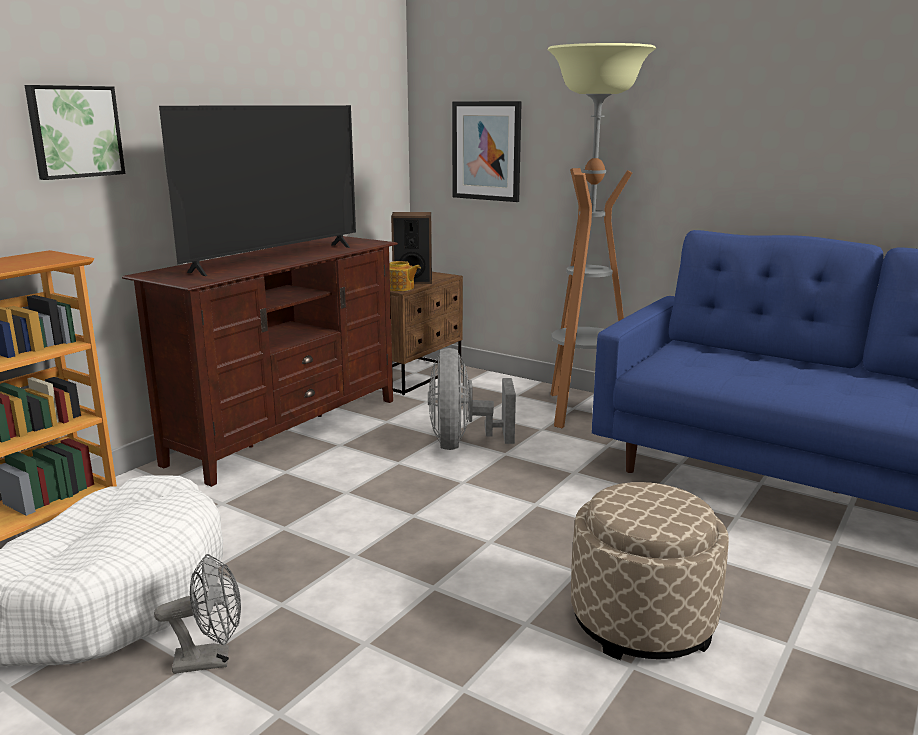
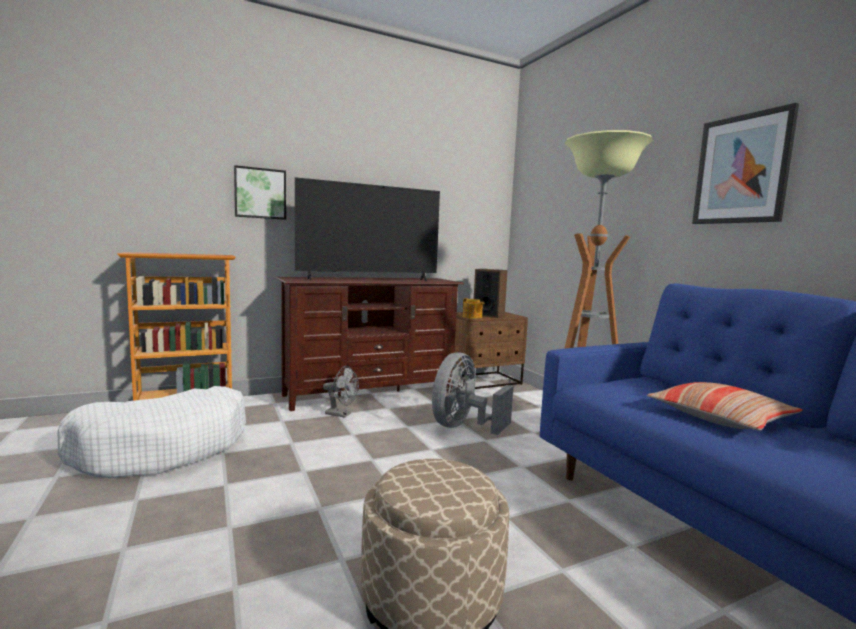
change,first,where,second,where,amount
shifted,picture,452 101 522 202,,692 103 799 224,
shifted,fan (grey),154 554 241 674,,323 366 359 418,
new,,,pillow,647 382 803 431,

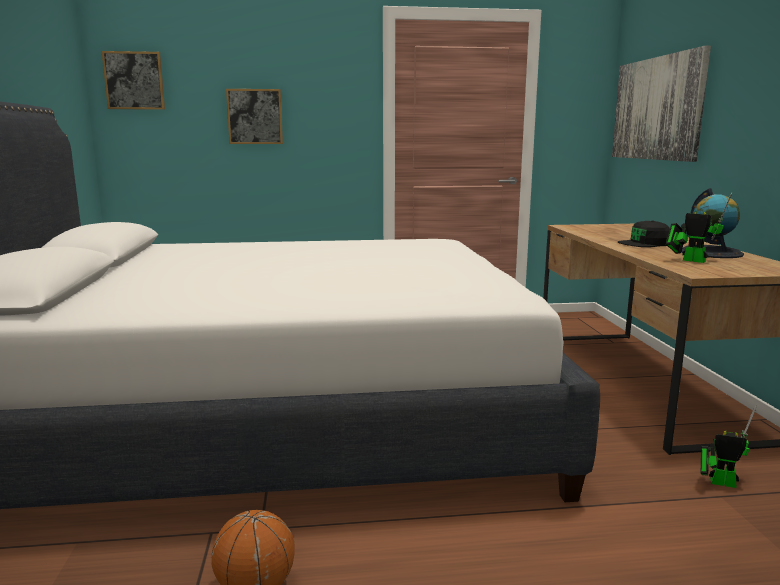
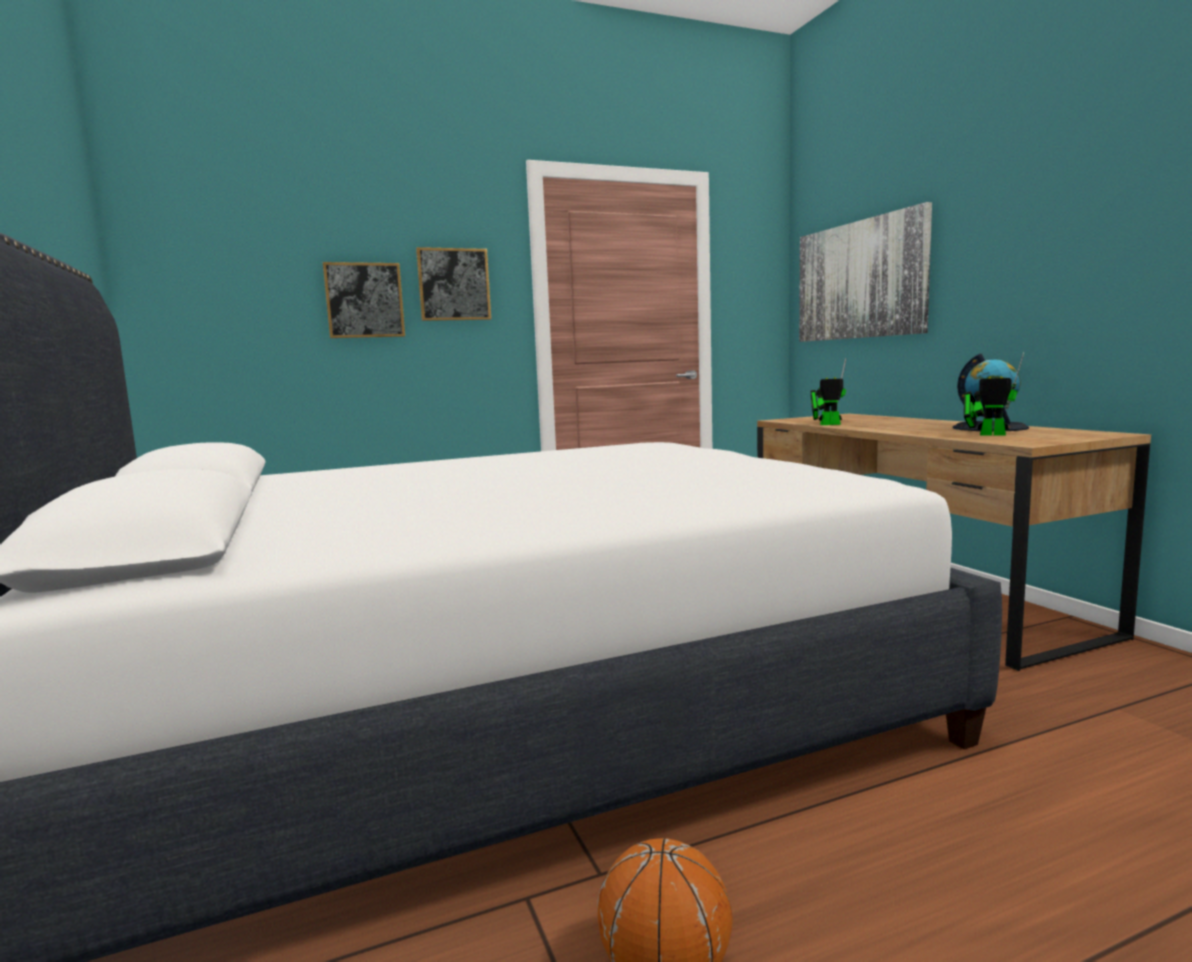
change,first,where,second,where,amount
shifted,picture,101 51 165 110,,416 247 491 321,
gone,cap (black),618 220 670 247,,,
shifted,toy robot,701 405 757 488,,811 359 846 425,

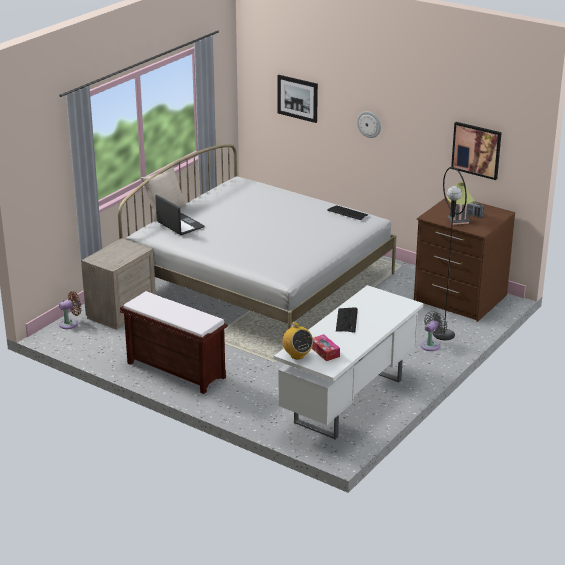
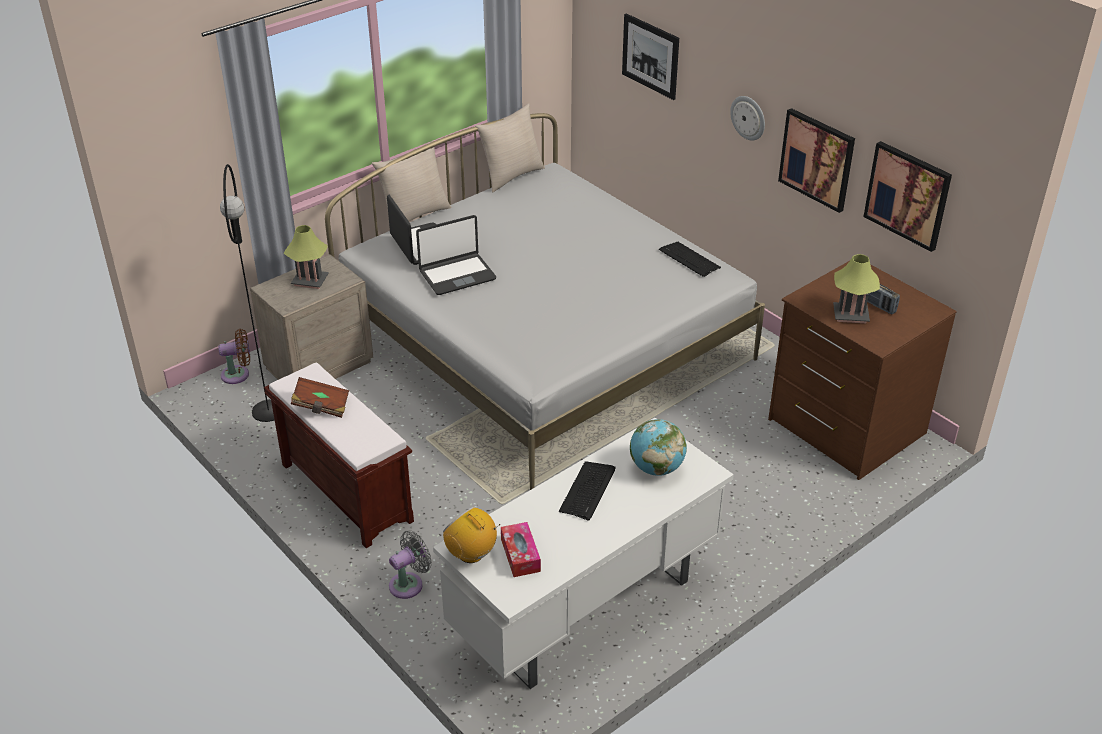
change,first,where,second,where,amount
shifted,floor lamp (black),434 167 467 340,,220 164 275 422,
shifted,fan (grey),420 311 448 351,,389 530 432 599,
rotated,radio,282 322 313 359,,443 507 500 563,150 degrees clockwise
new,,,pillow (beige),475 103 545 192,
new,,,picture,778 108 855 213,
new,,,laptop,416 215 496 295,
new,,,table lamp,284 225 329 289,
new,,,book (brown),291 377 349 418,
new,,,globe,630 419 687 476,

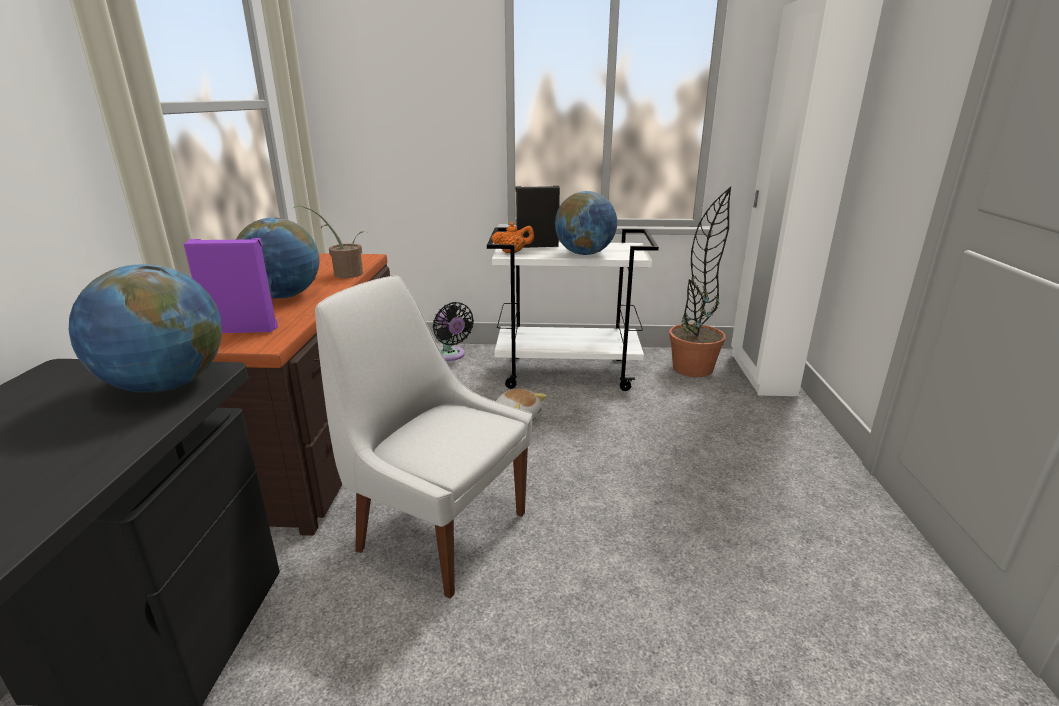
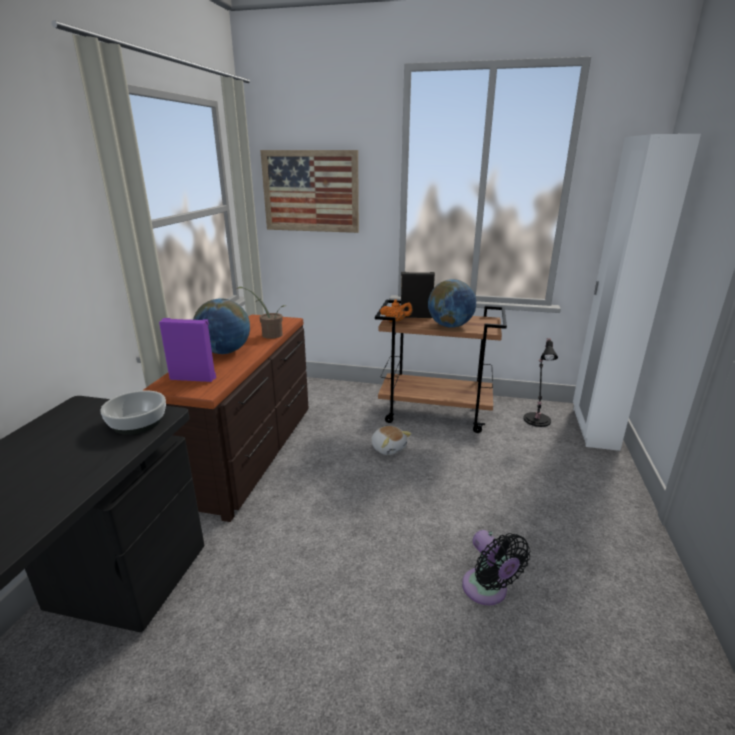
change,first,where,second,where,amount
swapped,potted plant,669 187 731 377,table lamp (black),523 338 558 427,
repainted,cart (white),487 227 659 391,cart (brown),375 300 507 433,
swapped,globe,69 264 222 393,bowl,100 390 166 435,
gone,chair (white),315 276 532 599,,,
shifted,fan (black),433 302 474 361,,462 530 530 605,
new,,,picture,260 150 359 233,

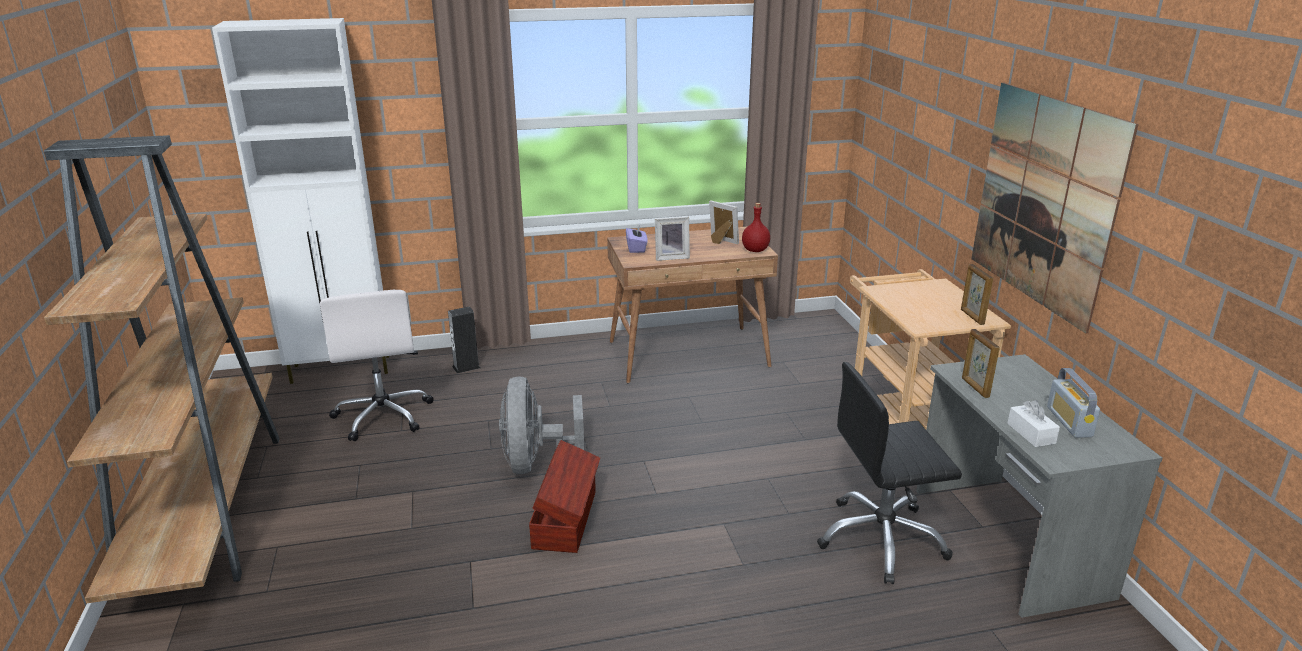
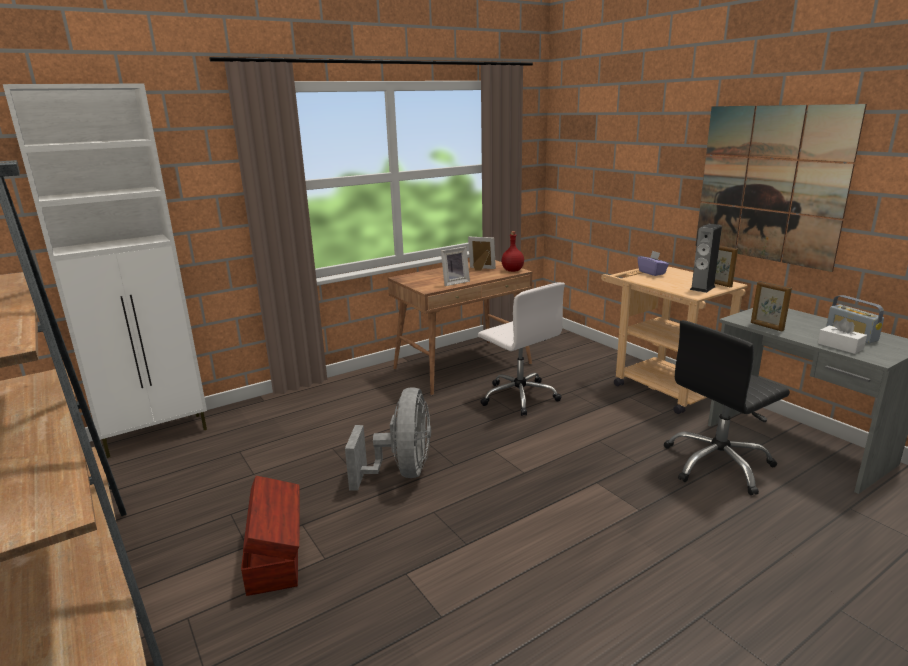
change,first,where,second,where,amount
shifted,tissue box (purple),626 224 648 253,,637 251 669 276,
shifted,office chair (white),320 290 434 441,,478 282 565 416,
shifted,speaker,448 306 481 374,,690 224 722 293,
rotated,fan (grey),499 376 584 474,,345 387 431 491,150 degrees counterclockwise
shifted,storage box (brown),529 440 600 553,,241 476 299 596,

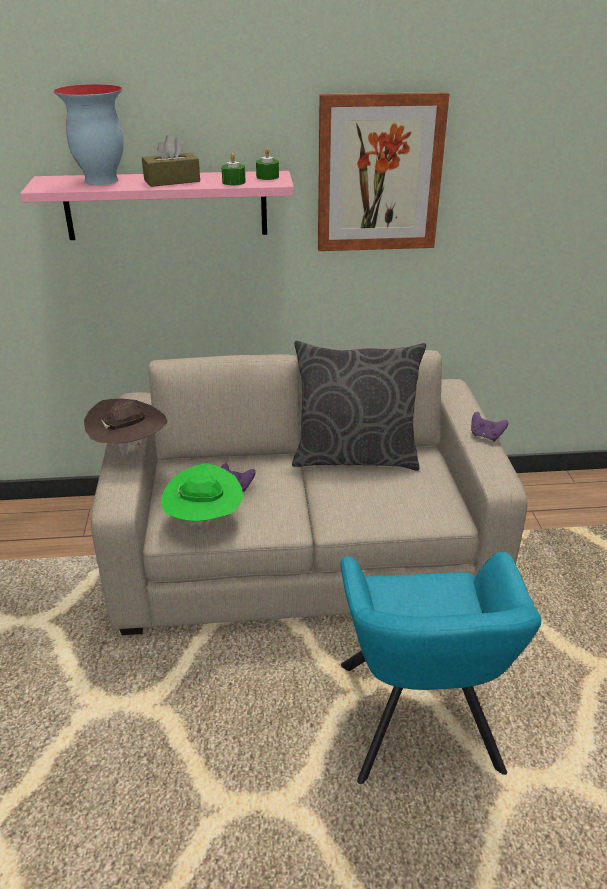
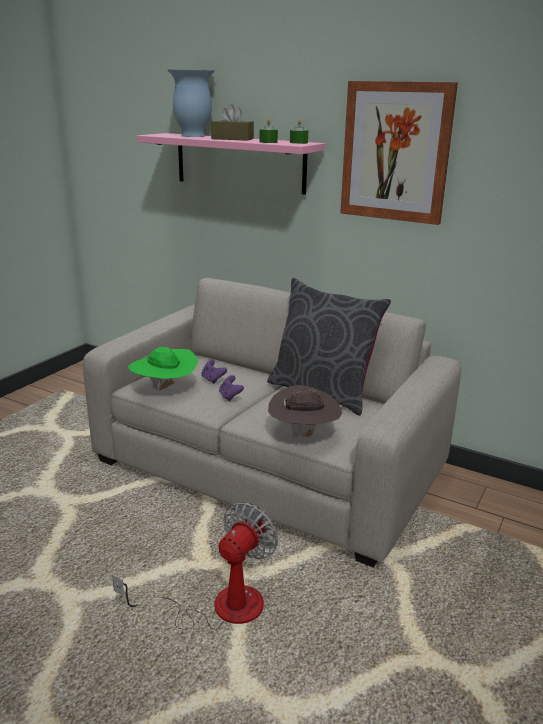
change,first,where,second,where,amount
shifted,hat (brown),84 399 167 457,,268 385 342 438,
shifted,game controller (purple),471 412 508 441,,219 375 244 401,
swapped,armchair (turquoise),341 552 541 784,fan,112 502 278 630,

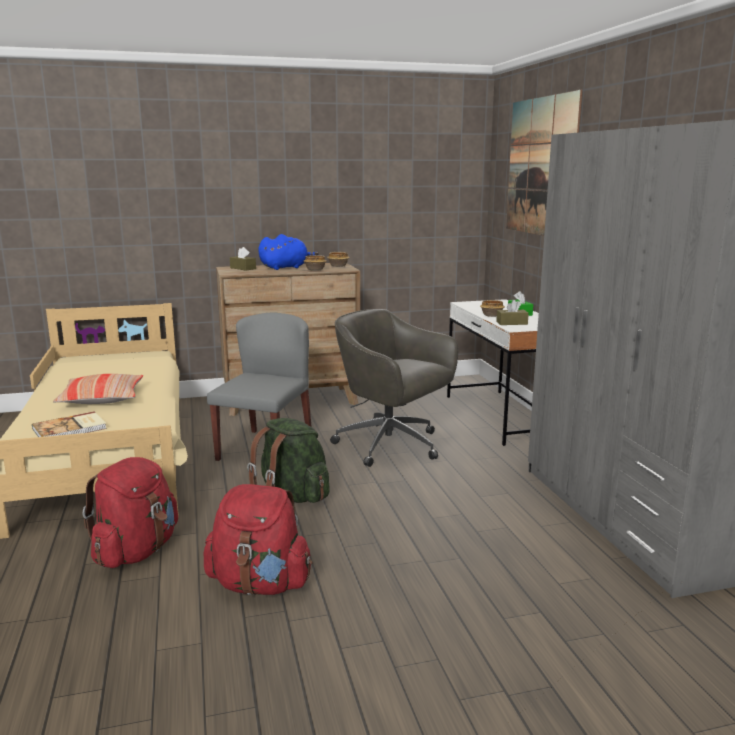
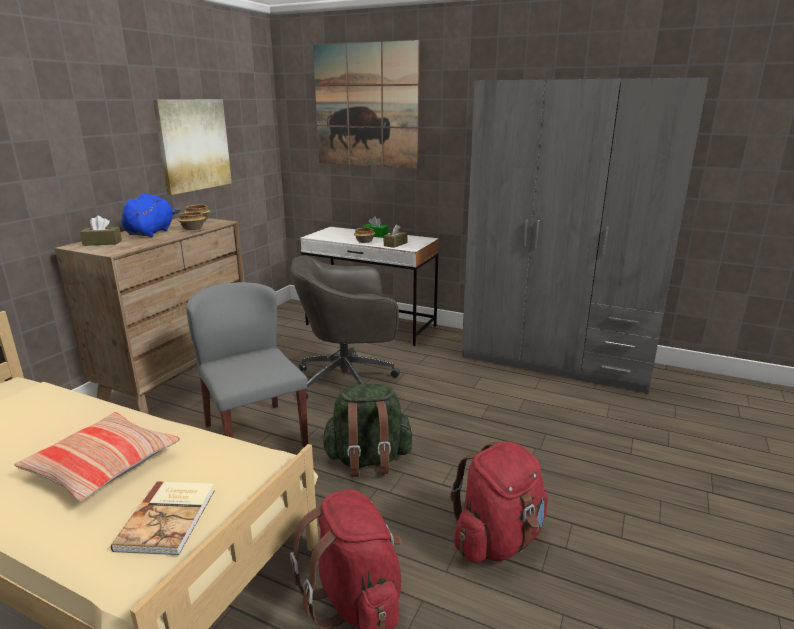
change,first,where,second,where,amount
new,,,picture,153 99 232 195,

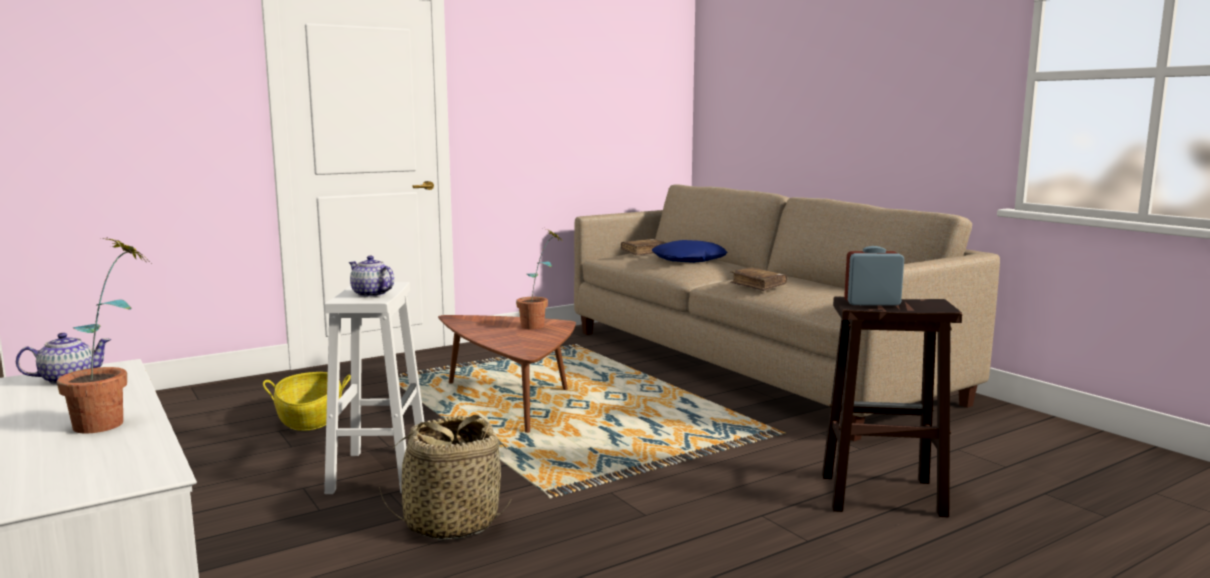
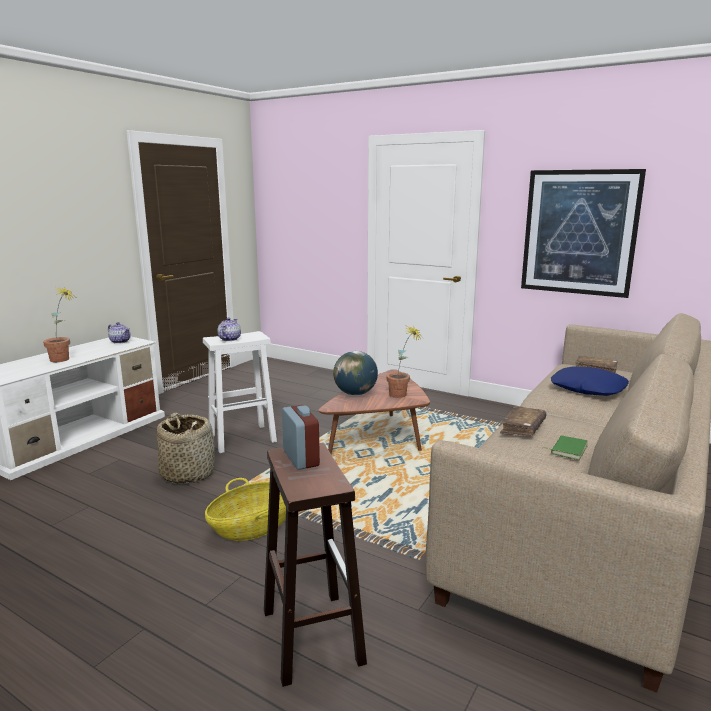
change,first,where,second,where,amount
shifted,basket,263 372 351 431,,205 478 286 541,
new,,,picture,521 169 646 298,
new,,,globe,333 351 378 395,
new,,,book (green),548 435 588 460,

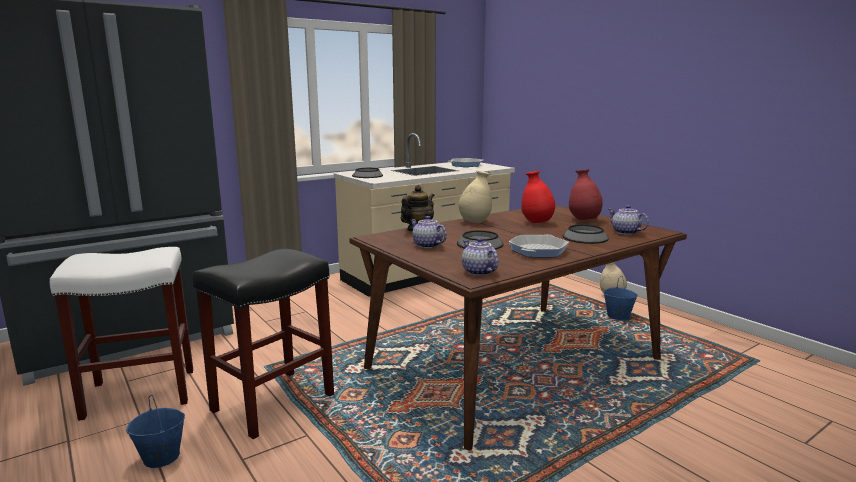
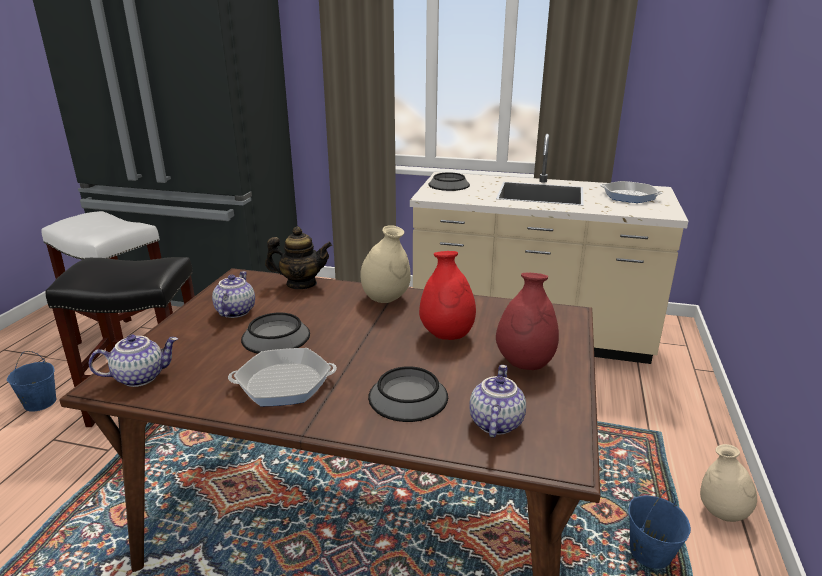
change,first,where,second,where,amount
rotated,teapot,462 238 498 276,,89 334 178 387,45 degrees clockwise

